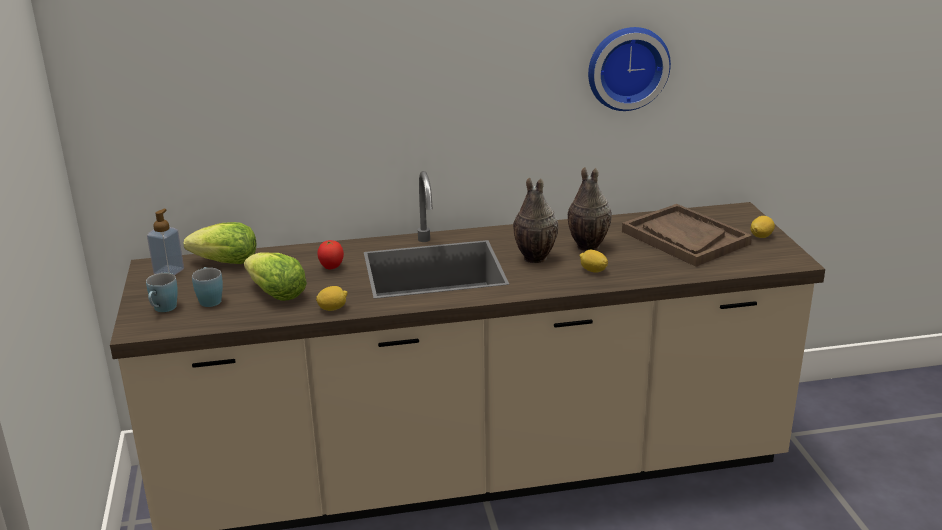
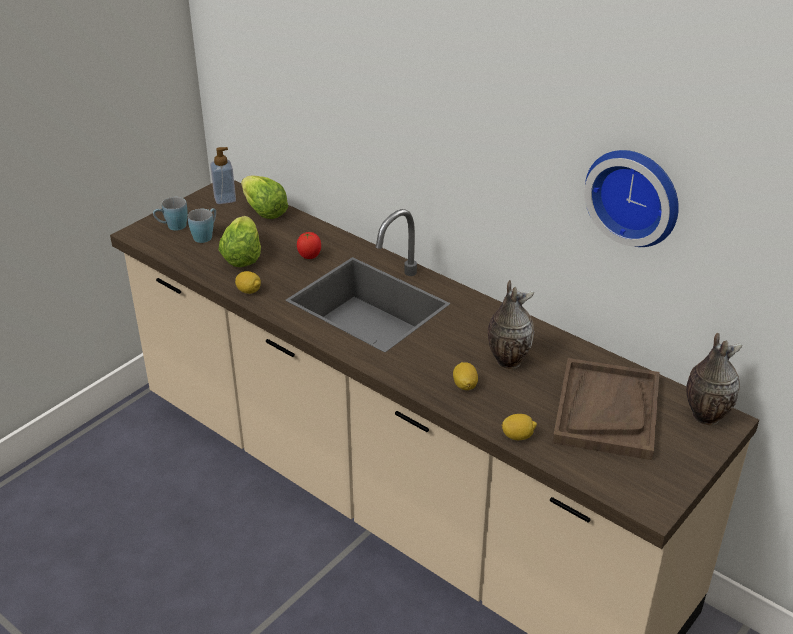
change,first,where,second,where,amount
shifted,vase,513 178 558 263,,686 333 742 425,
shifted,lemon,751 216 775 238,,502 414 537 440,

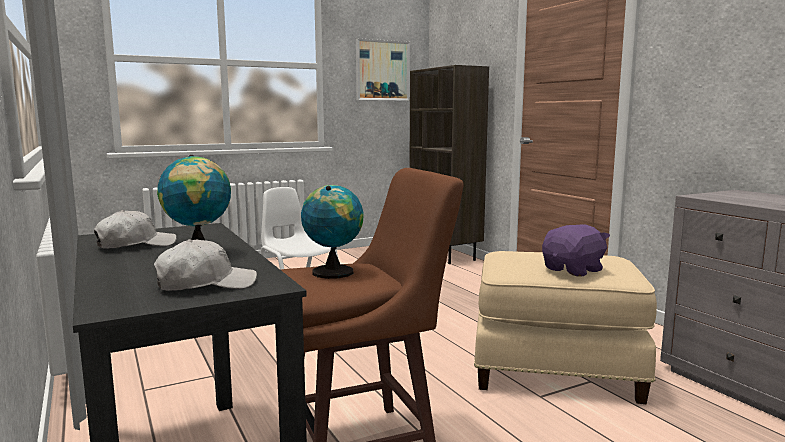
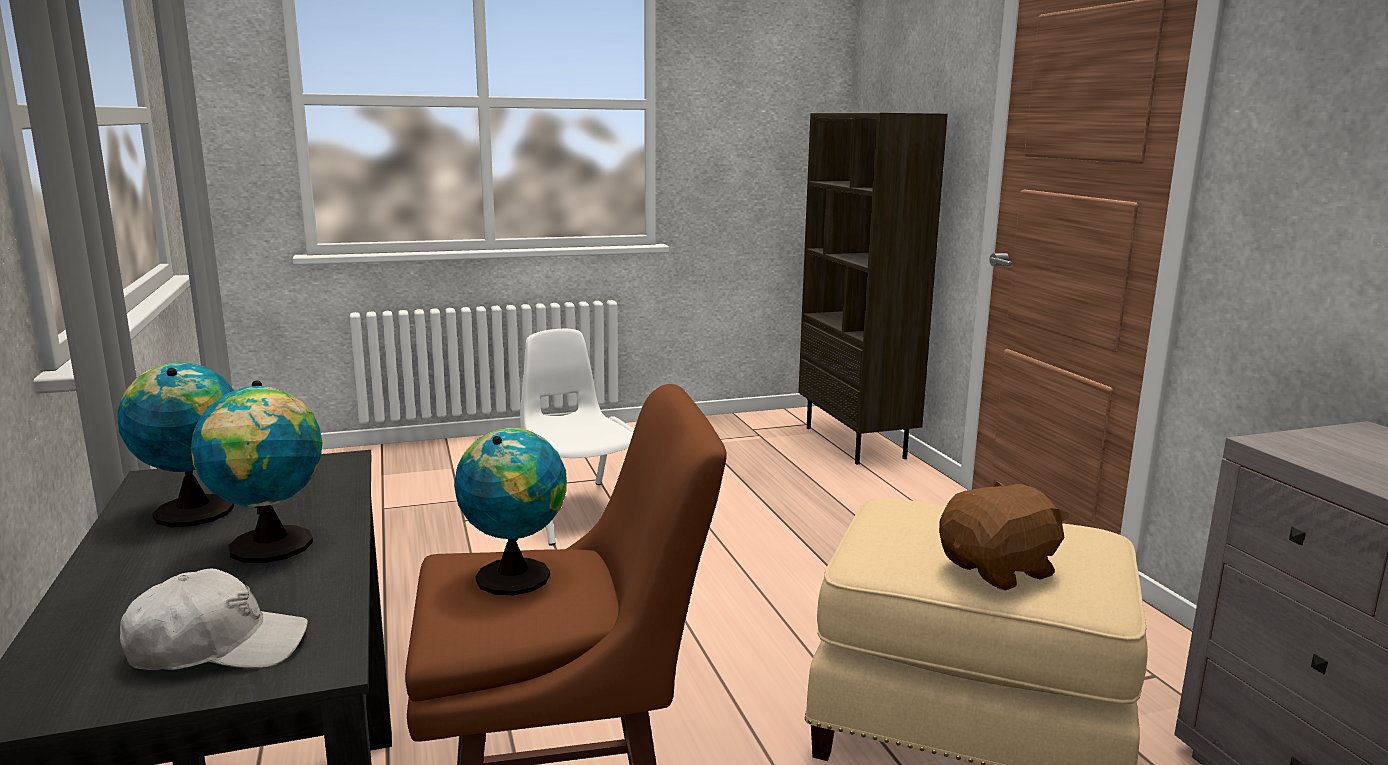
change,first,where,second,where,amount
gone,picture,356 38 410 101,,,
swapped,cap (white),94 210 177 249,globe,117 363 234 527,
repainted,plush toy (purple),542 224 610 277,plush toy (brown),939 480 1070 591,

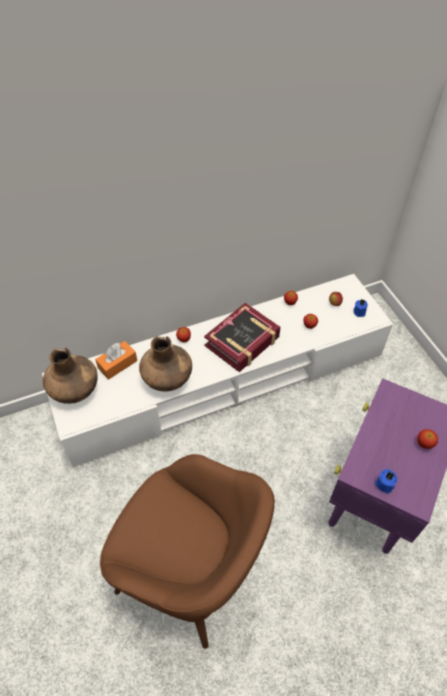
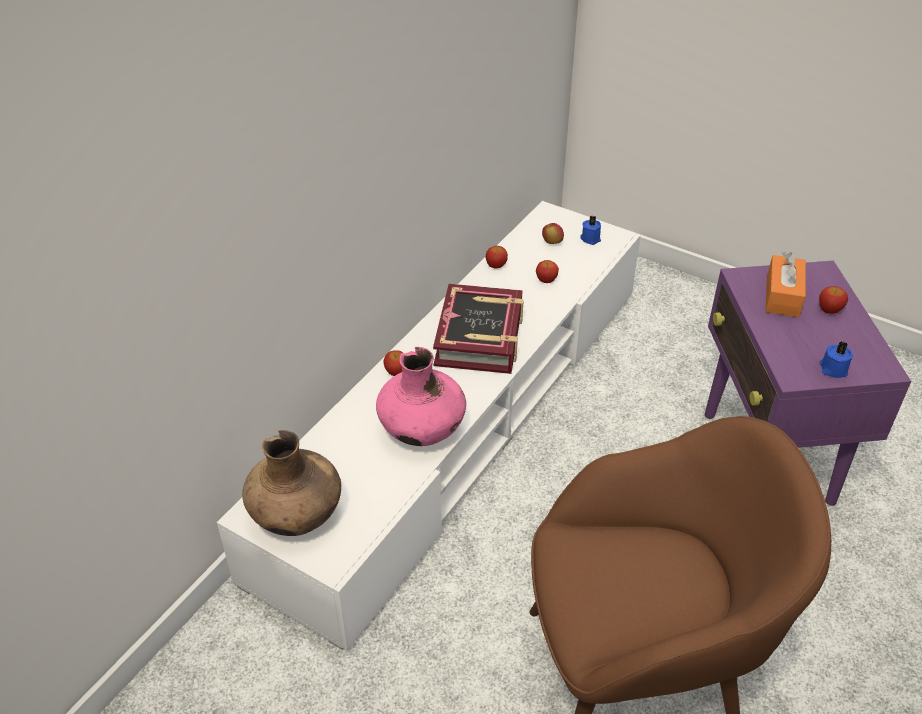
change,first,where,second,where,amount
repainted,vase (brown),139 336 192 392,vase (pink),376 347 466 446,
shifted,tissue box (orange),95 341 137 380,,765 252 806 317,

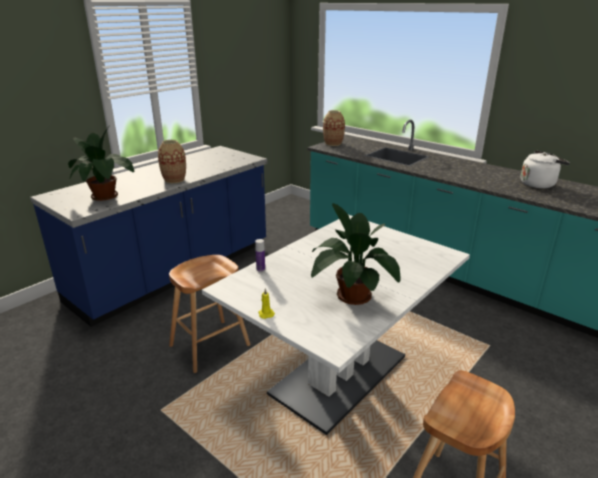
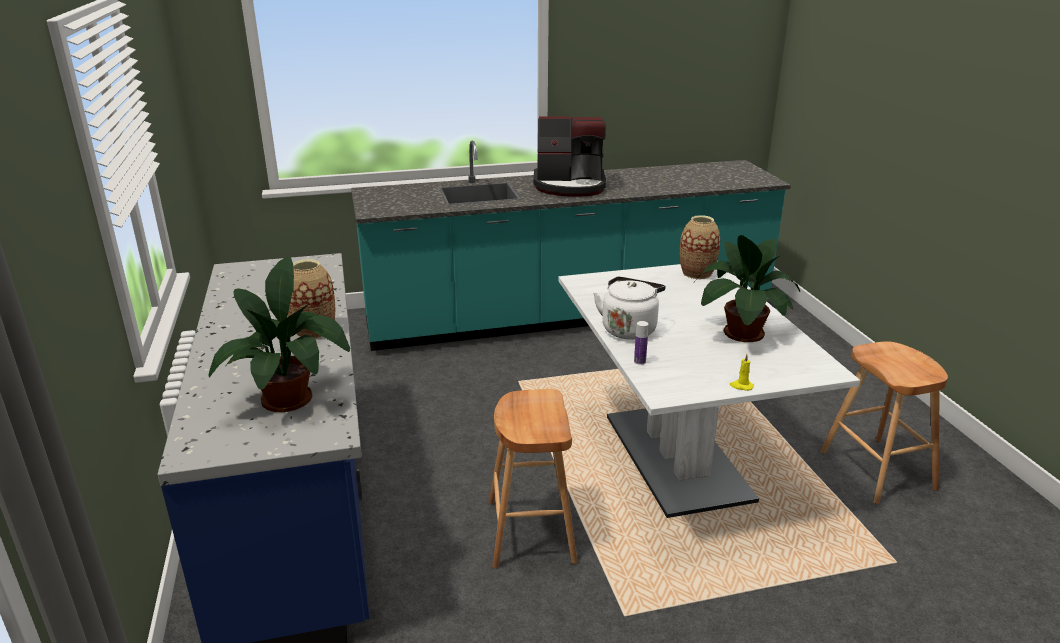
change,first,where,second,where,amount
shifted,vase,323 110 345 146,,680 215 720 279,
shifted,kettle (white),521 150 570 188,,593 276 666 339,
new,,,coffee machine,534 116 606 197,

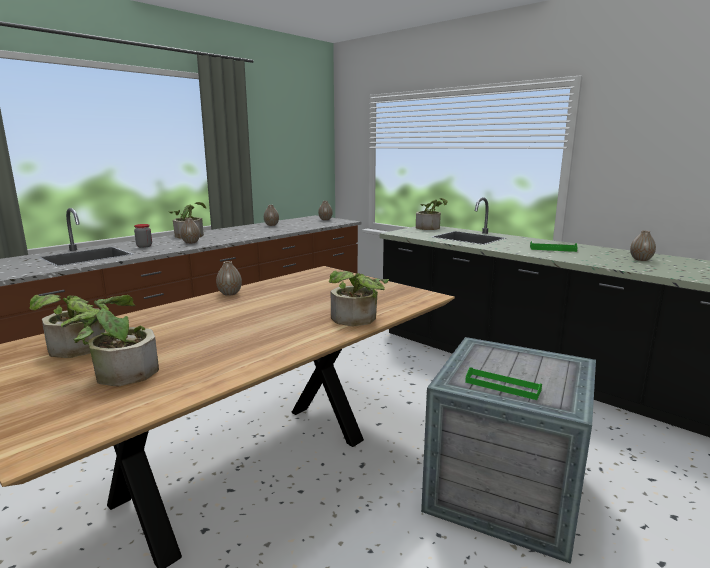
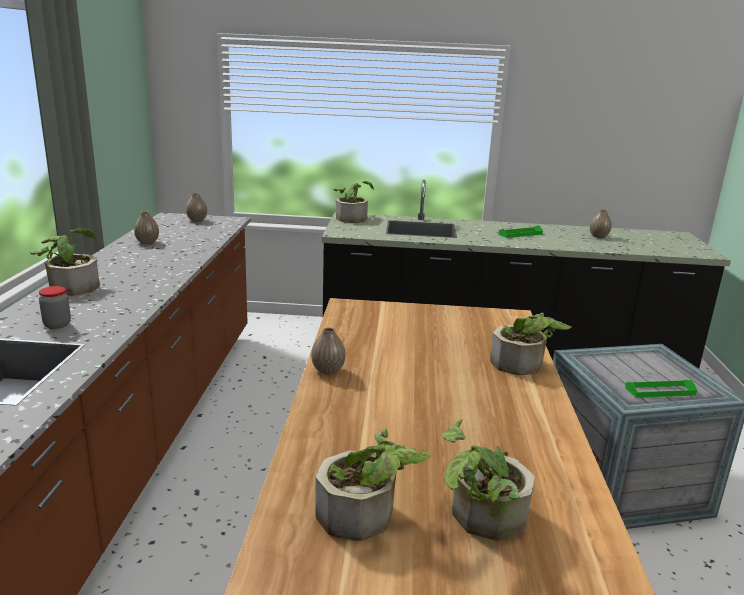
change,first,where,second,where,amount
gone,vase,180 218 200 244,,,

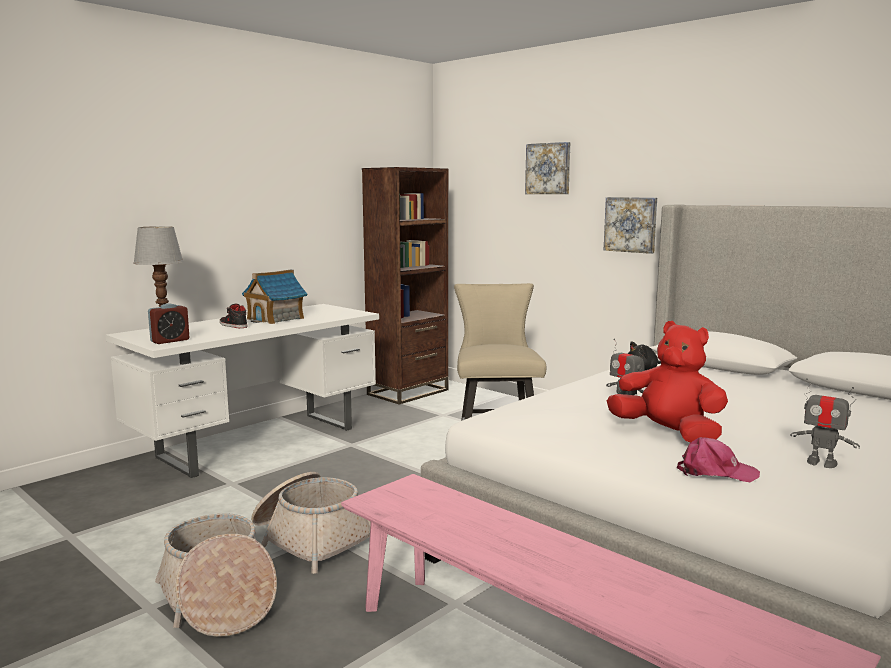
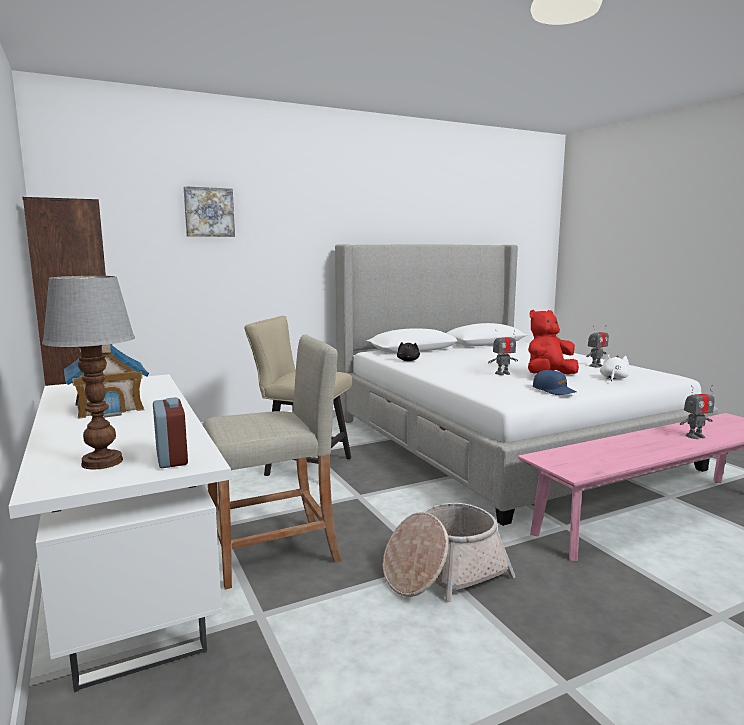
change,first,where,second,where,amount
gone,picture,604 197 657 254,,,
gone,shoe (black),220 304 247 328,,,
swapped,cap (pink),677 437 760 482,plush toy (white),600 354 629 381,
gone,basket,155 513 277 637,,,
new,,,stool (beige),203 334 341 589,
new,,,cap (blue),533 370 577 395,
new,,,toy robot,680 385 714 439,

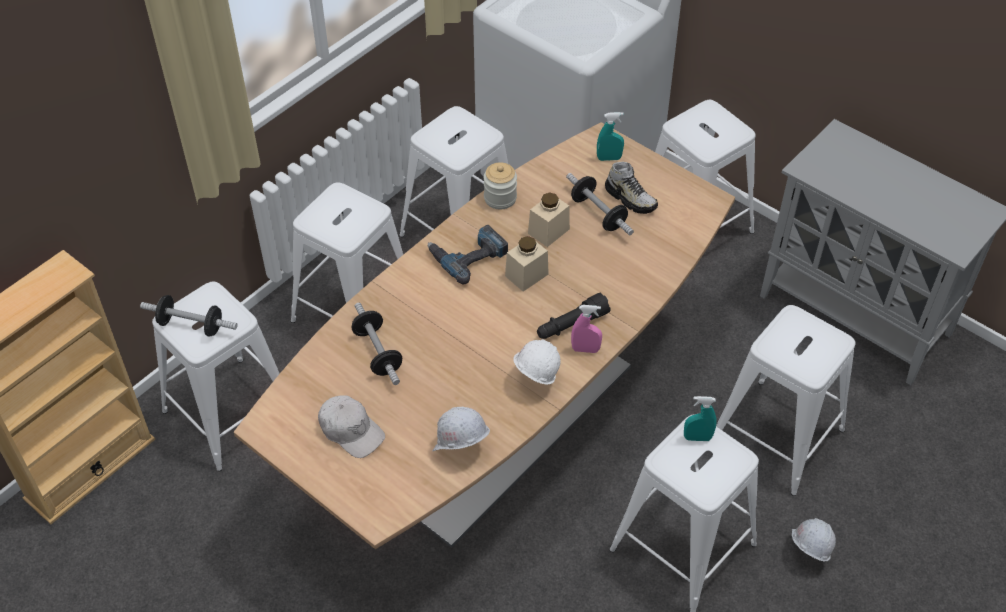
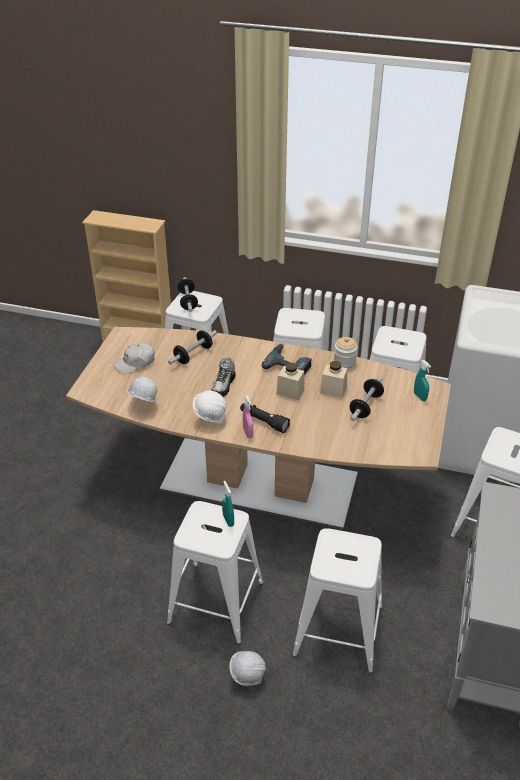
change,first,where,second,where,amount
shifted,shoe,605 162 658 214,,212 357 236 397,
rotated,cap (white),318 395 385 458,,113 342 155 374,45 degrees clockwise

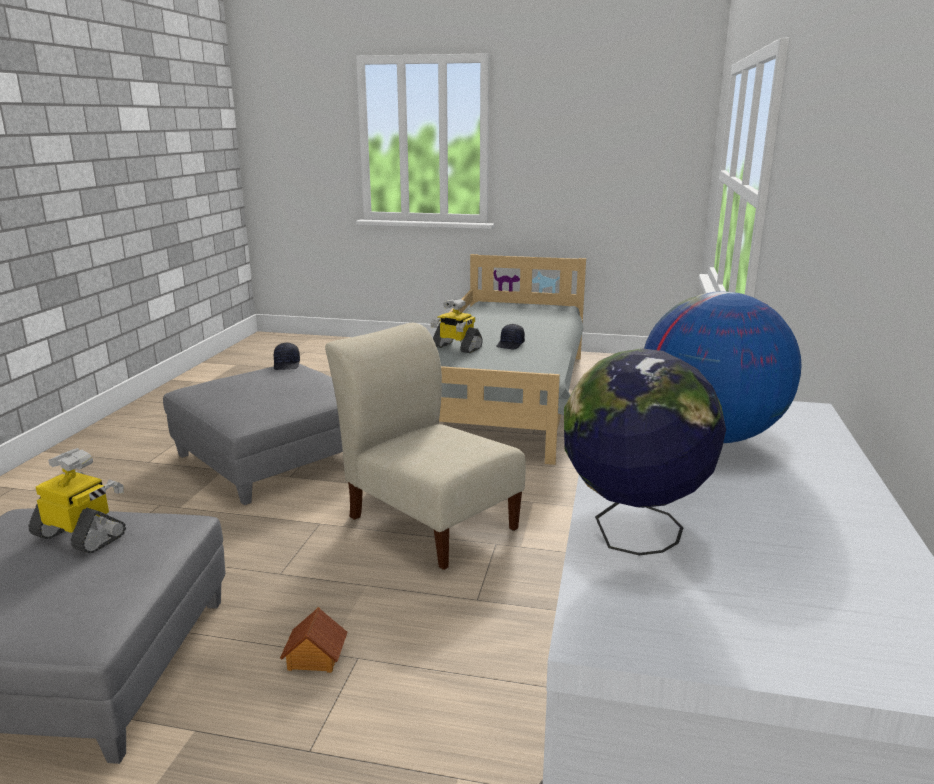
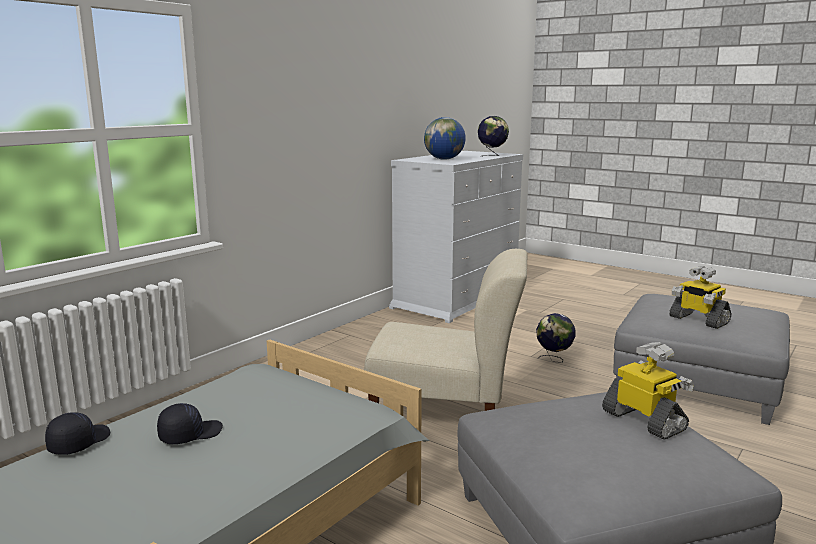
change,first,where,second,where,amount
shifted,toy robot,430 299 483 353,,602 342 694 439,
rotated,chair (beige),325 323 526 570,,364 249 527 411,60 degrees counterclockwise
shifted,cap (black),274 343 300 370,,45 412 110 455,
swapped,toy house,280 607 347 673,globe,536 313 576 363,

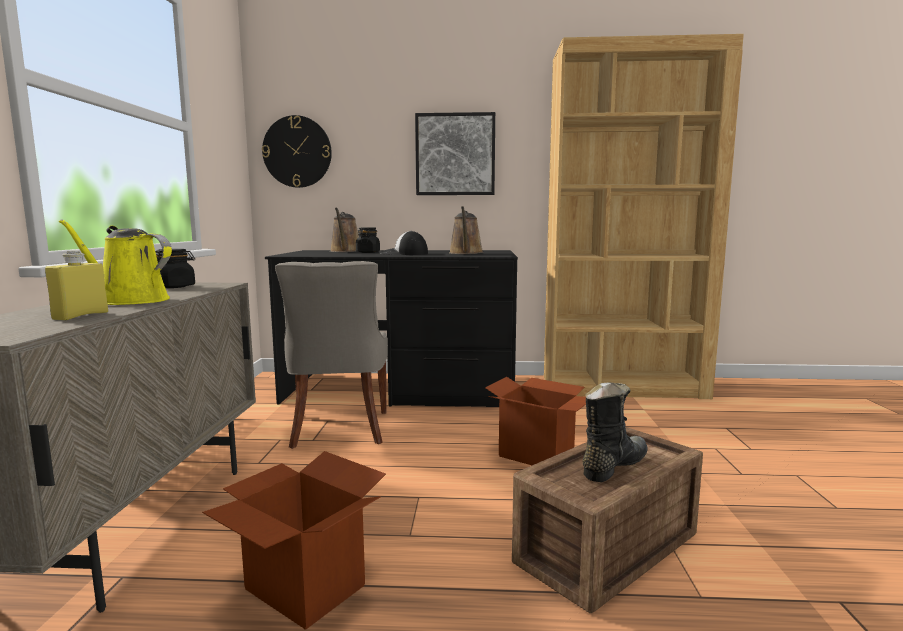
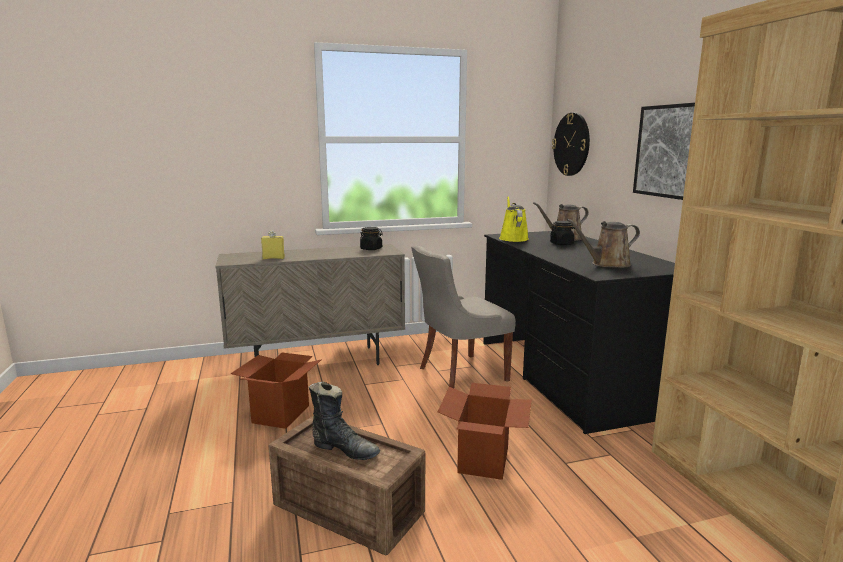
change,first,where,second,where,amount
shifted,watering can (yellow),59 219 172 305,,499 197 529 242,
gone,cap,379 231 428 255,,,

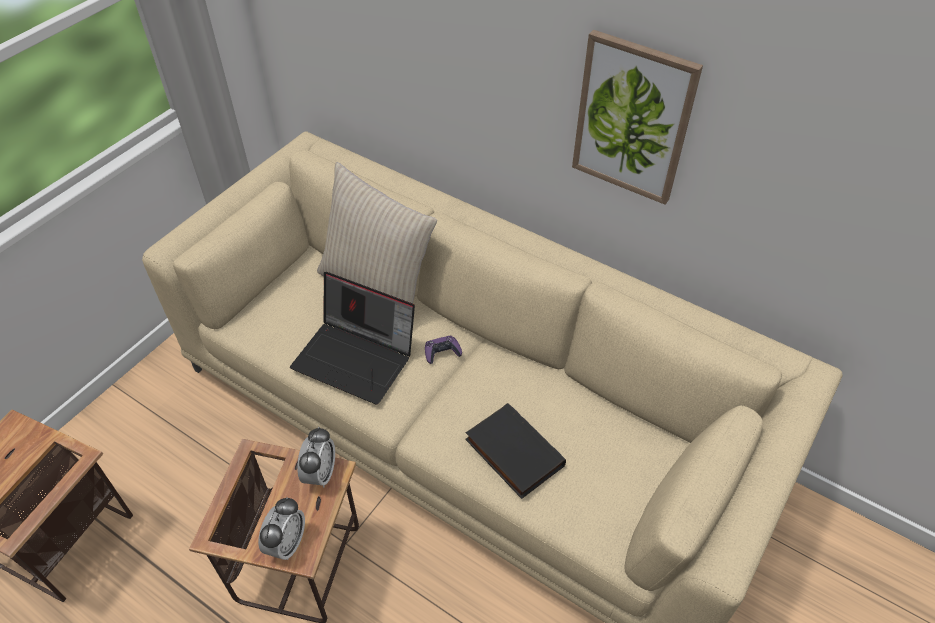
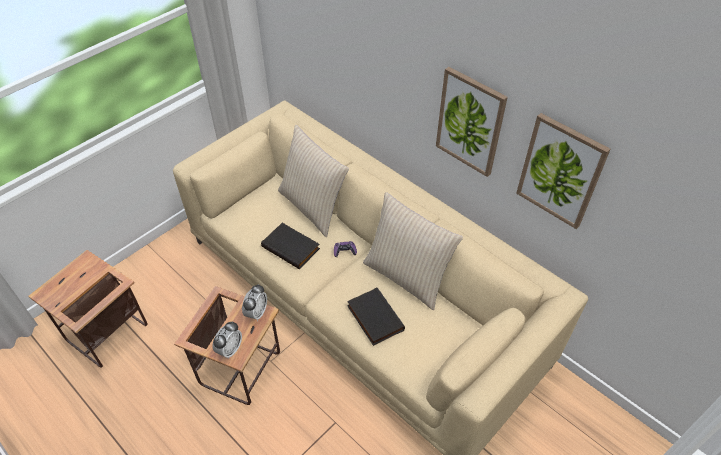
change,first,where,second,where,amount
swapped,laptop,290 272 415 404,book (black),261 223 320 269,
new,,,picture,516 113 610 229,
new,,,pillow (beige),363 192 463 310,

